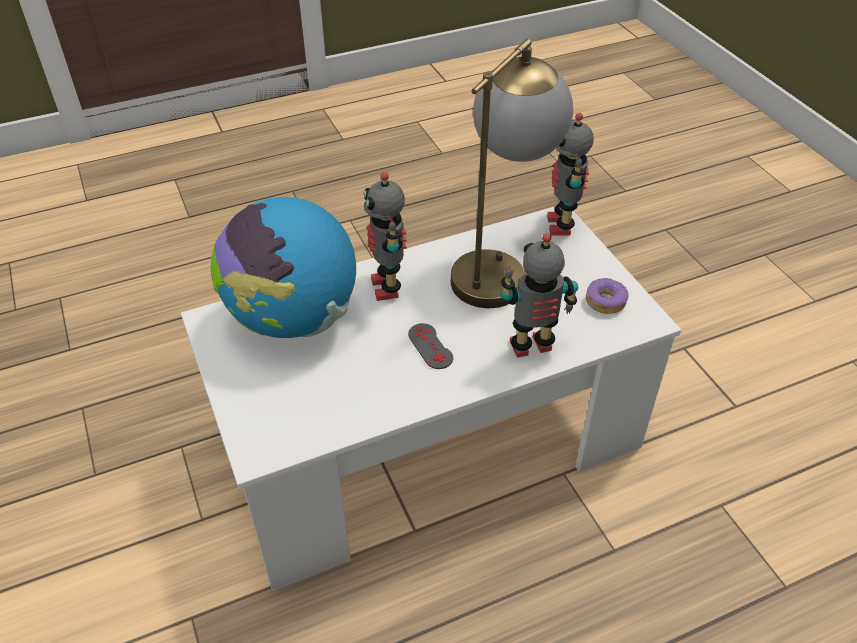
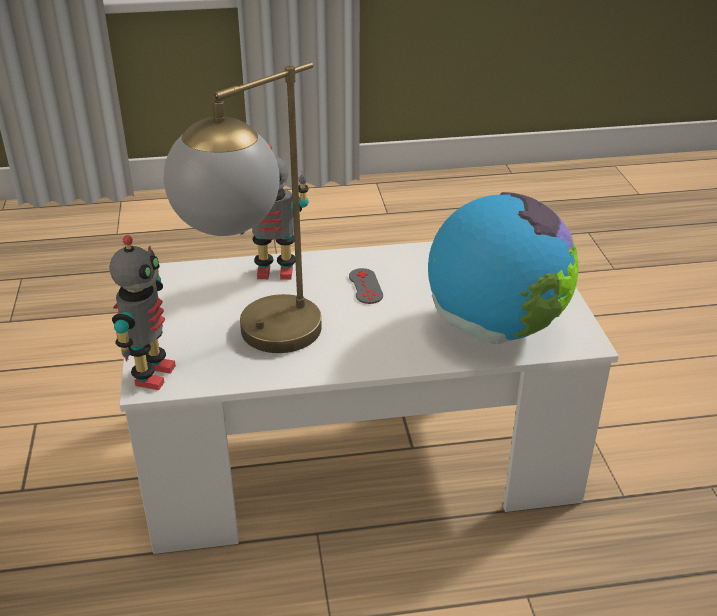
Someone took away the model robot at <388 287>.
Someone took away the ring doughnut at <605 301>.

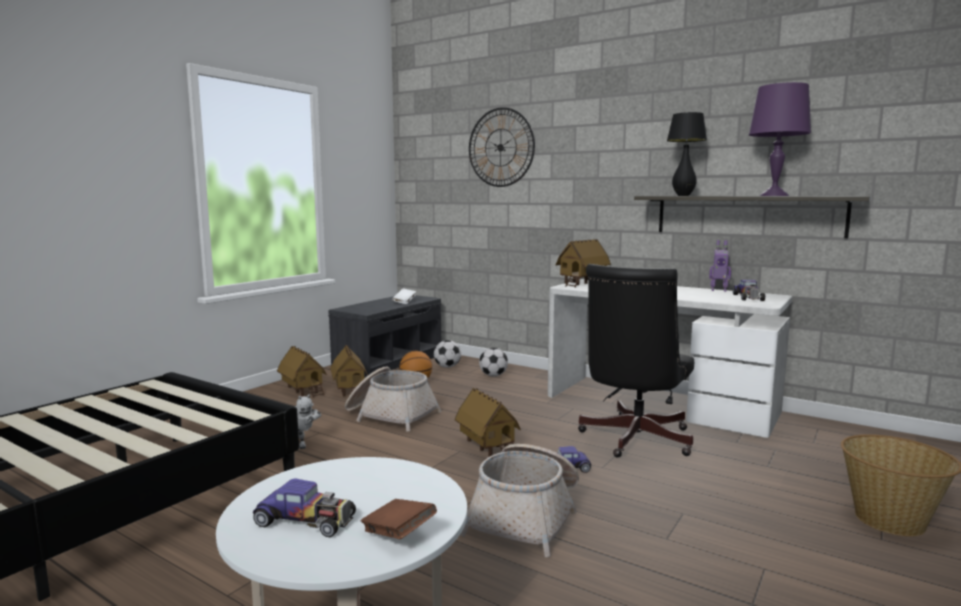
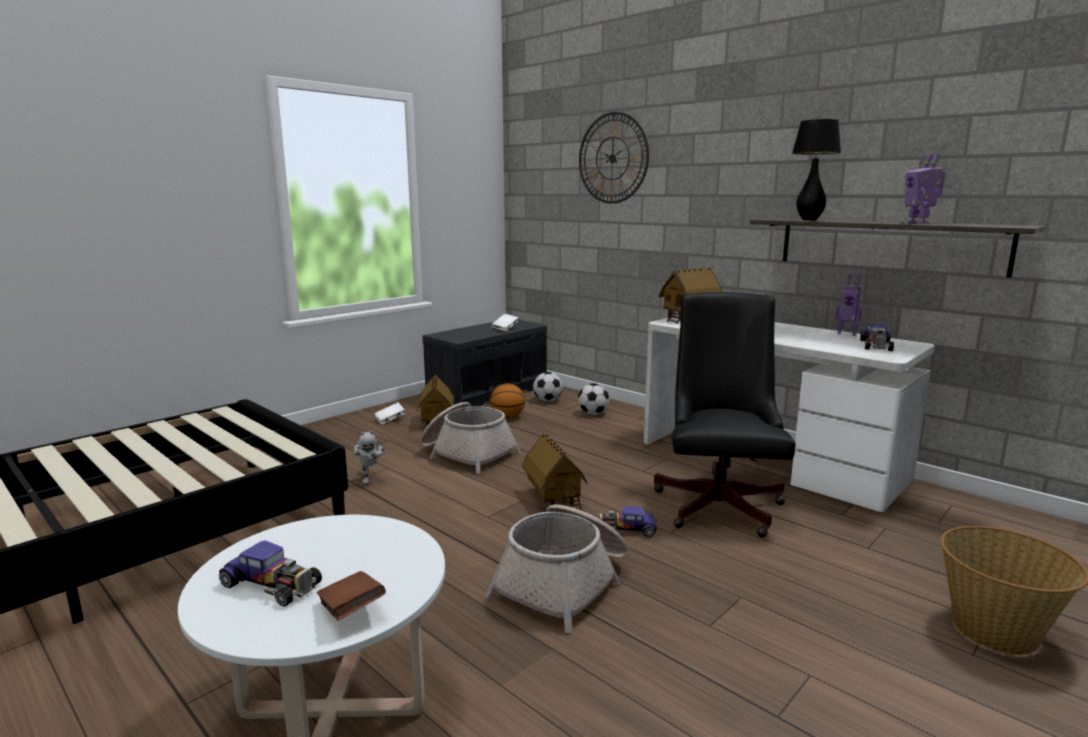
Someone swapped the toy house at <303 391> for the white-coloured book at <390 420>.
Someone rotated the blackish computer chair at <633 440> by 150 degrees clockwise.
Someone swapped the purple-coloured tabletop lamp at <774 195> for the model robot at <918 223>.

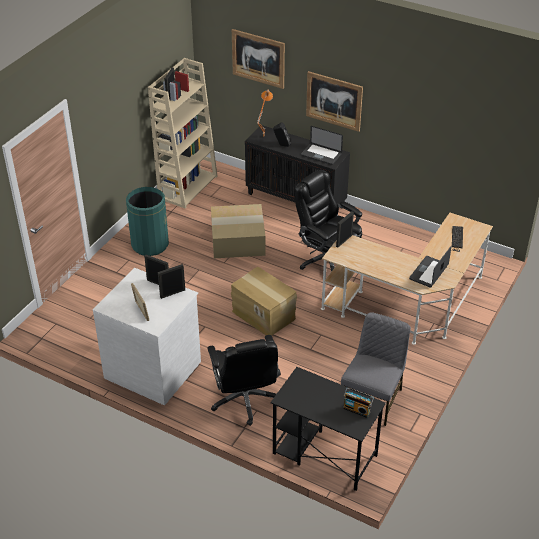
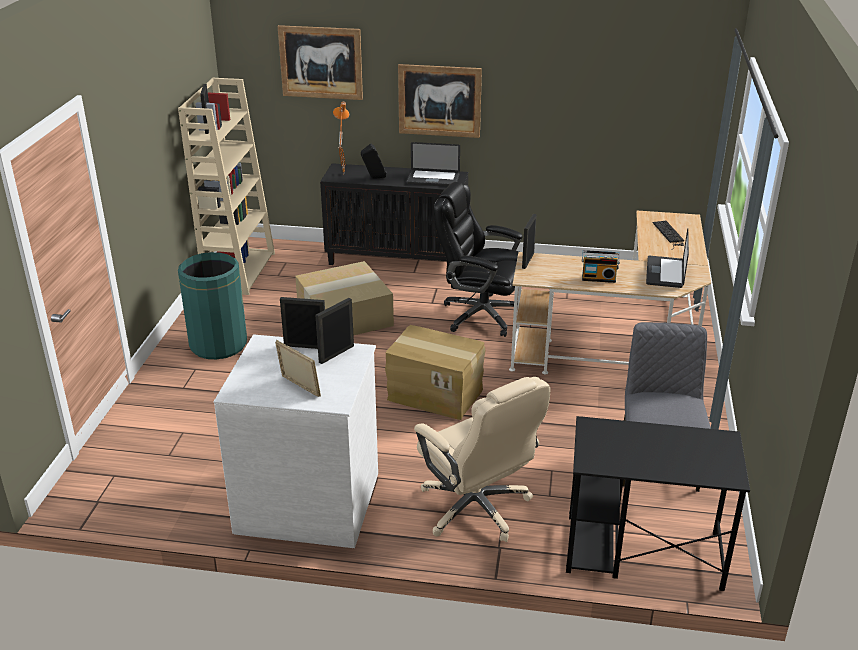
Someone repainted the blackish computer chair at <245 400>, which became the beige-coloured computer chair at <476 508>.
Someone carried the radio from <357 409> to <598 278>.

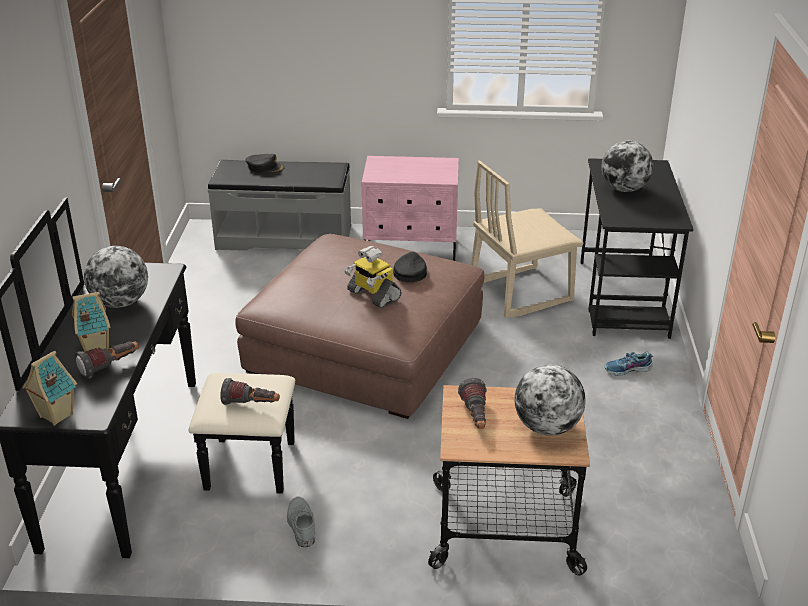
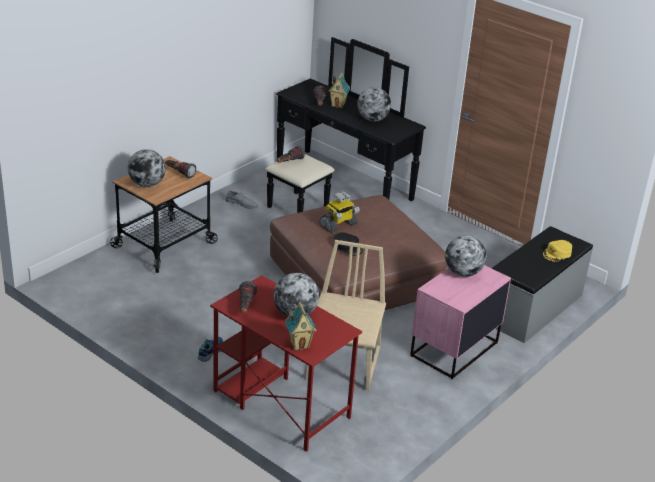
Someone repainted the blackish desk at <623 299>, which became the reddish desk at <280 403>.
Someone put down the hand torch at <245 307>.
Someone carried the toy house from <55 416> to <299 344>.
Someone rotated the model robot at <373 295> by 150 degrees clockwise.
Someone put down the world globe at <463 273>.
Someone repainted the blackish peaked cap at <265 167>, which became the yellowish peaked cap at <557 253>.

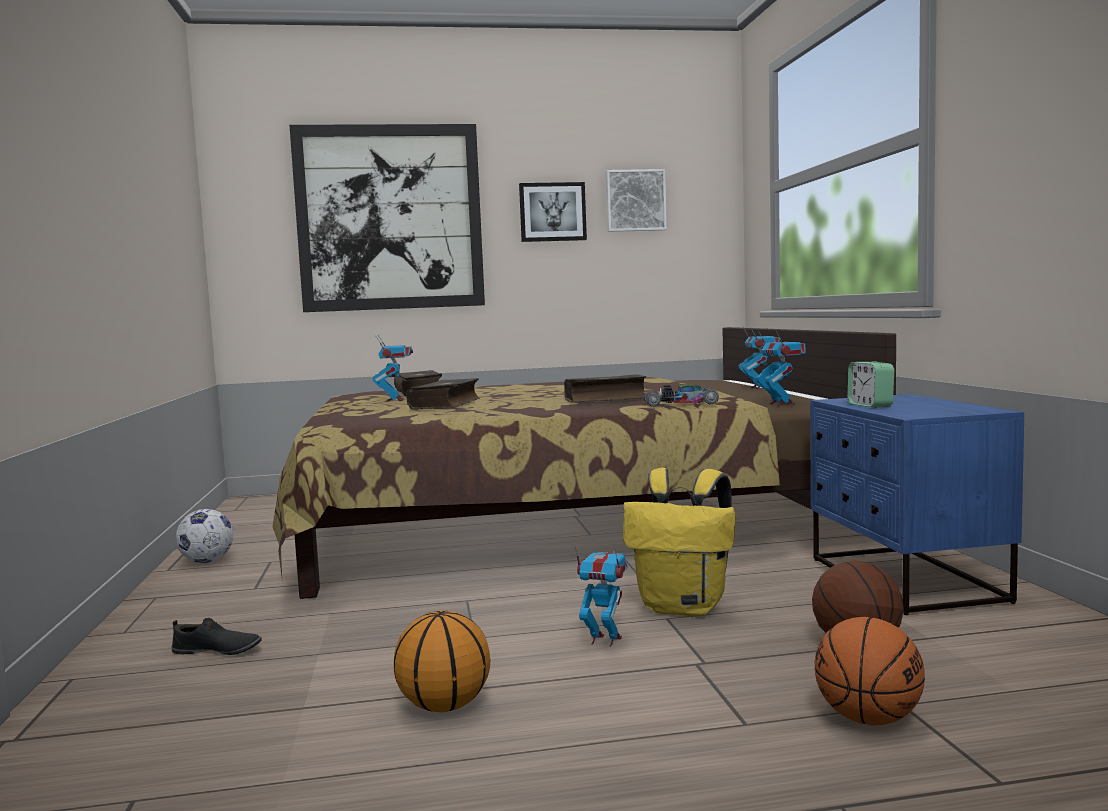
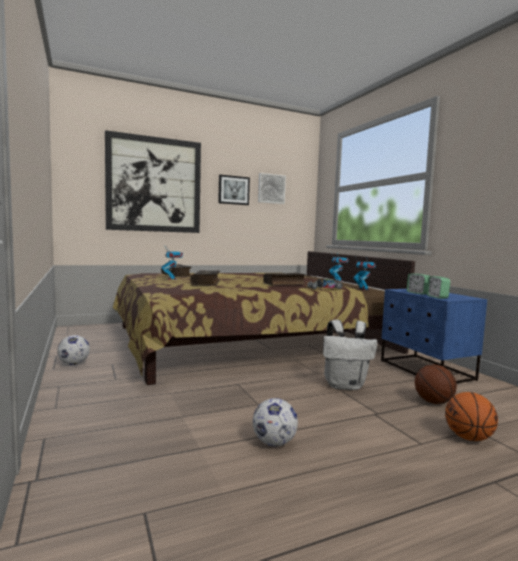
Someone swapped the basketball ball at <443 706> for the football ball at <274 443>.
Someone repainted the yellowish knapsack at <684 607>, which became the white-coloured knapsack at <345 385>.
Someone put down the alarm clock at <437 297>.
Someone took away the blackish shoe at <217 651>.
Someone took away the model robot at <604 640>.

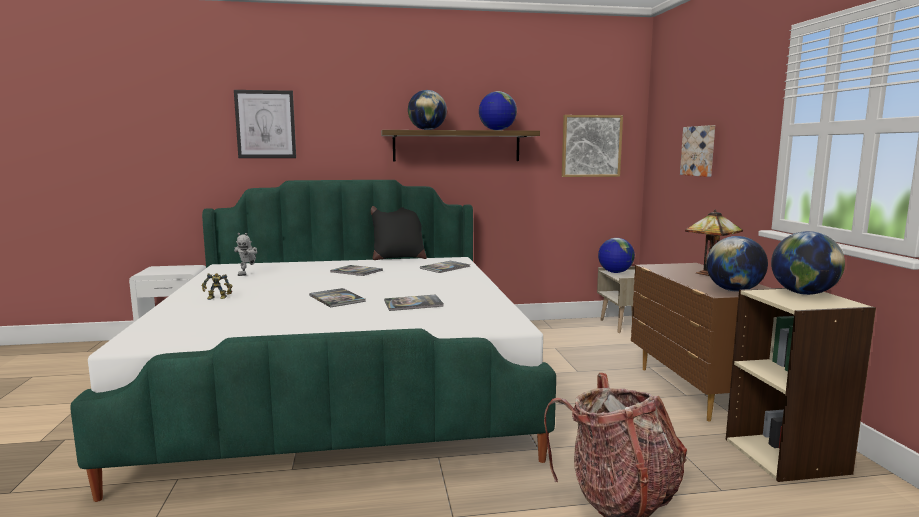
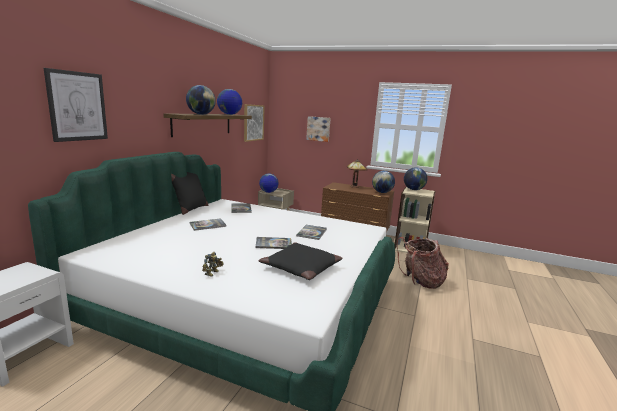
Someone put down the blackish throw pillow at <300 268>.
Someone took away the model robot at <248 274>.

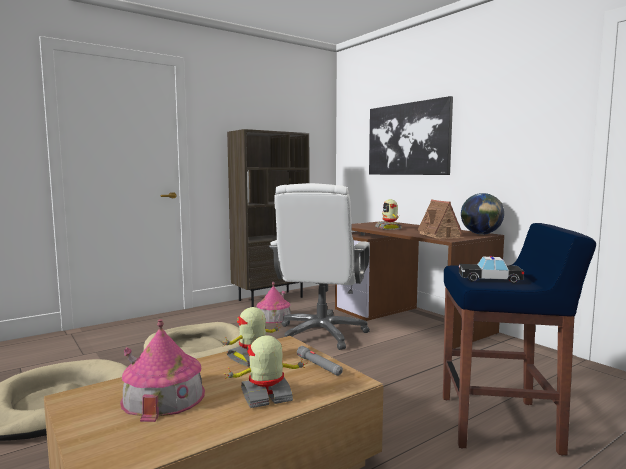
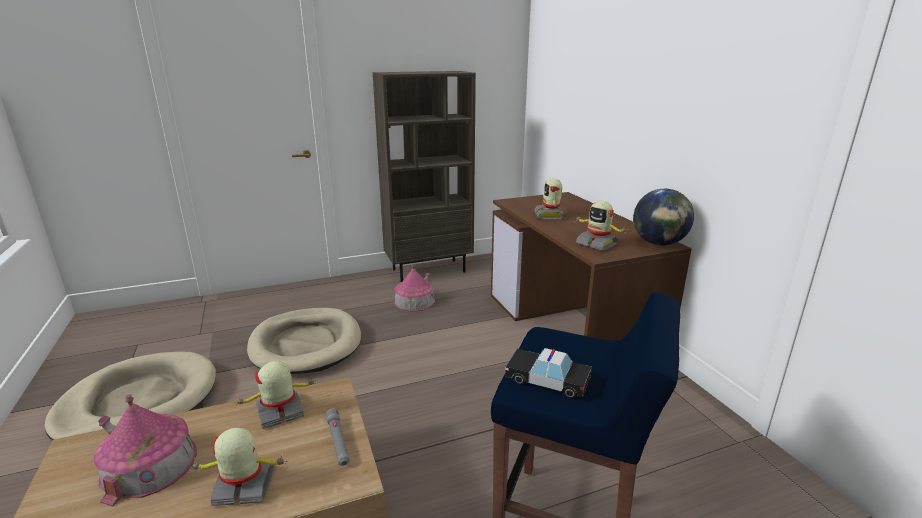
Someone swapped the toy house at <440 236> for the model robot at <597 244>.
Someone took away the white-coloured computer chair at <321 334>.
Someone took away the wall art at <408 139>.

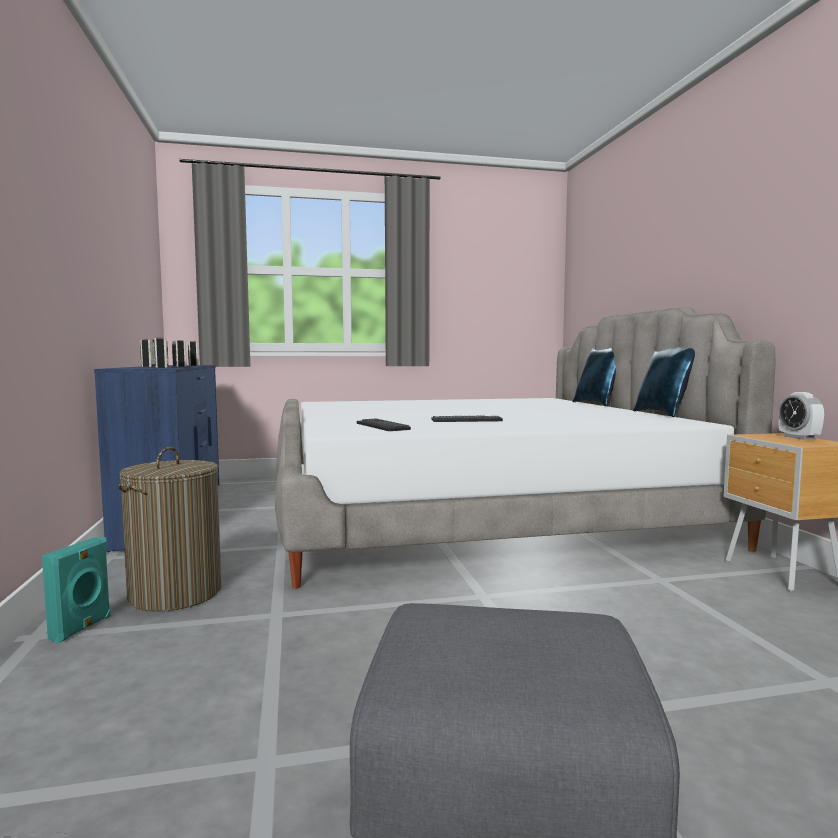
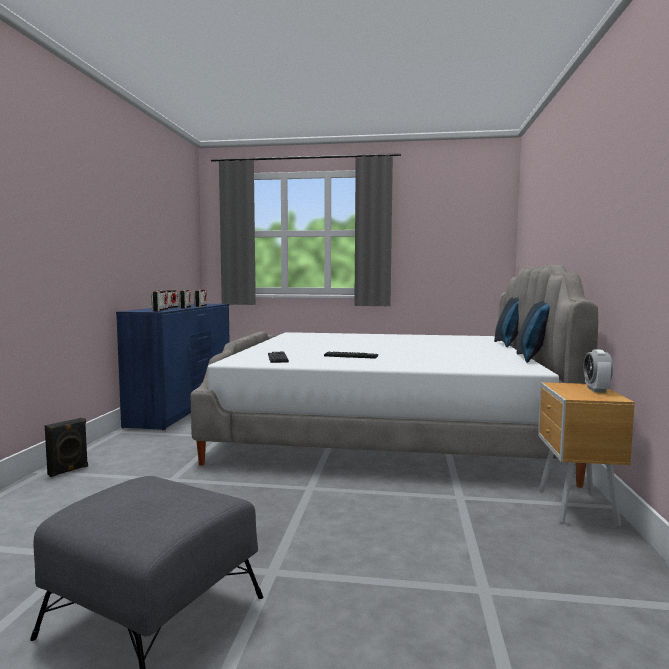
Someone repainted the turquoise loudspeaker at <82 628>, which became the blackish loudspeaker at <68 471>.
Someone took away the laundry basket at <176 593>.

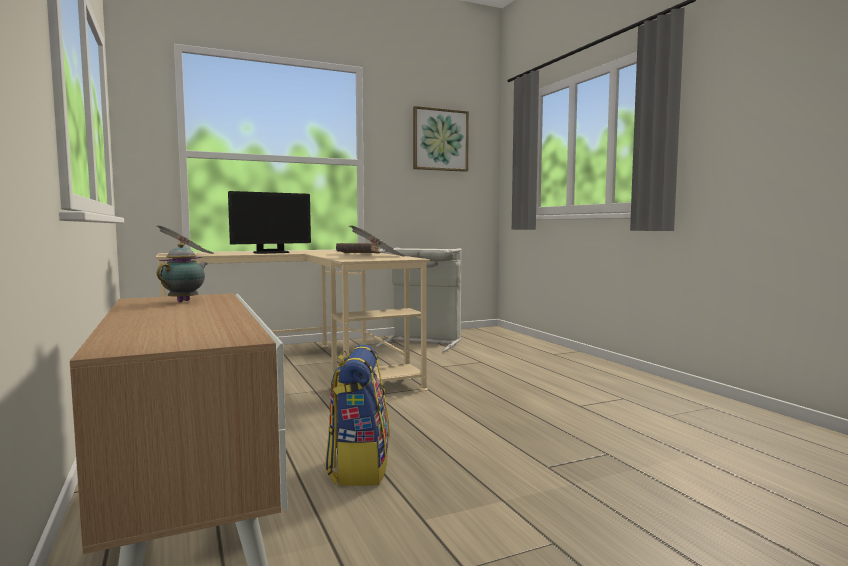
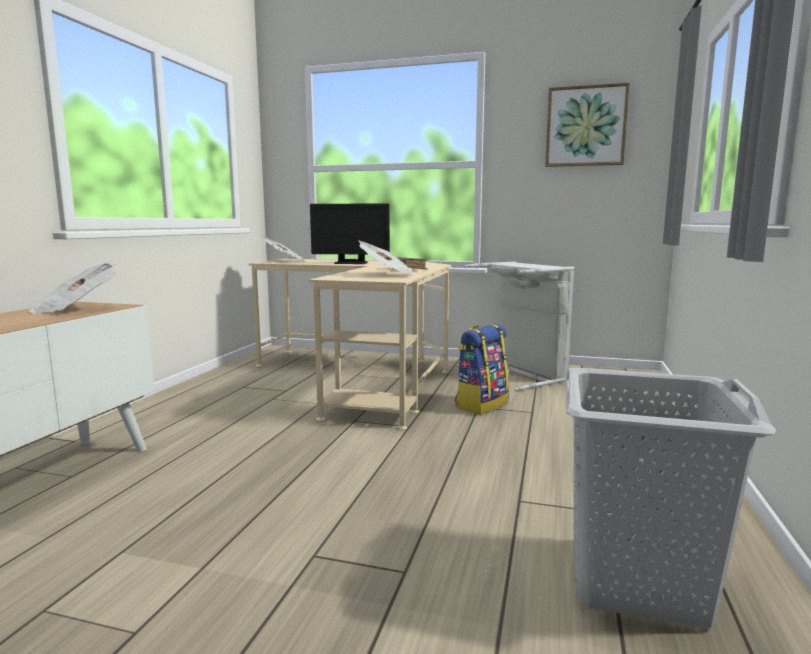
Someone swapped the tea pot at <185 301> for the daily paper at <76 309>.
Someone carried the knapsack from <358 467> to <481 404>.
Someone put down the grey laundry basket at <637 581>.

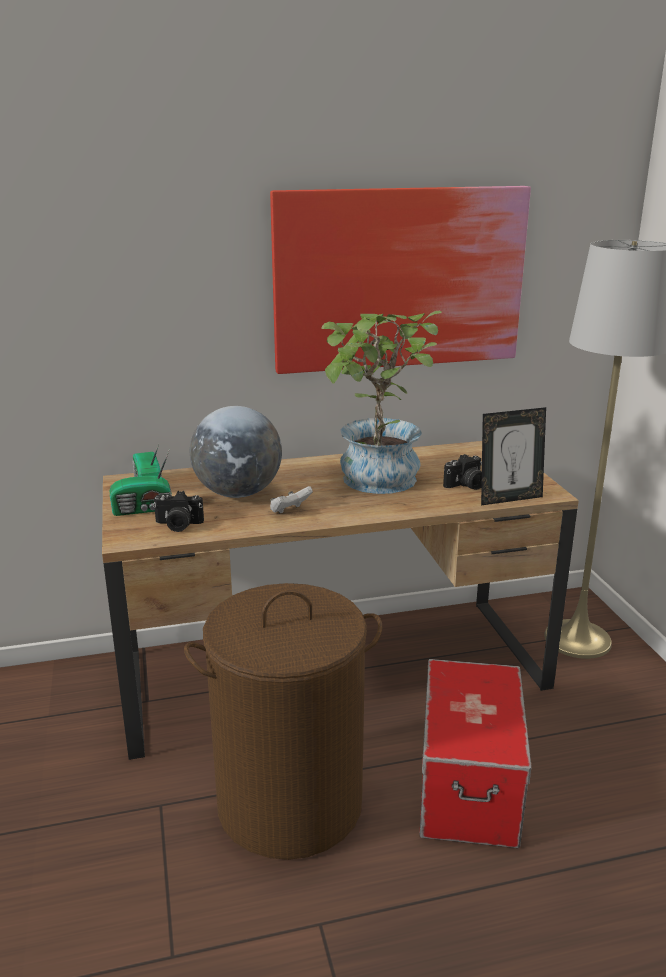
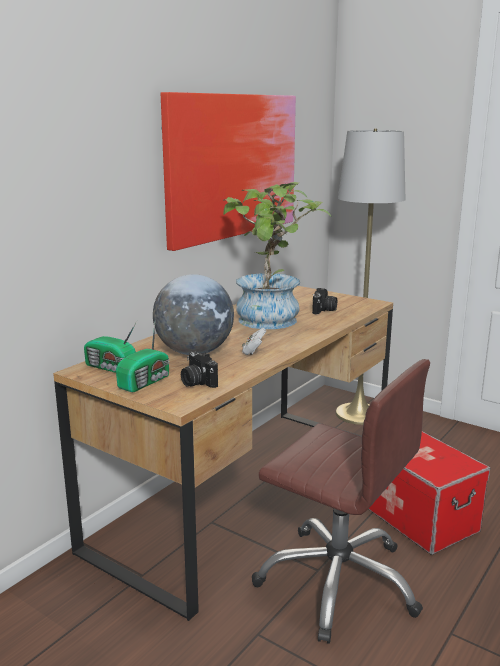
Someone rotated the photo camera at <178 525> by 90 degrees clockwise.
Someone swapped the brownish laundry basket at <289 804> for the brownish computer chair at <338 581>.
Someone took away the photo frame at <509 498>.

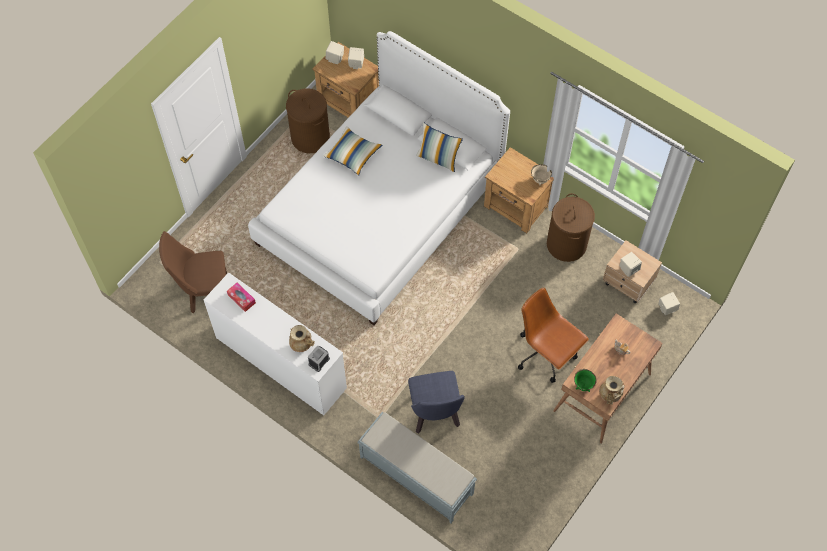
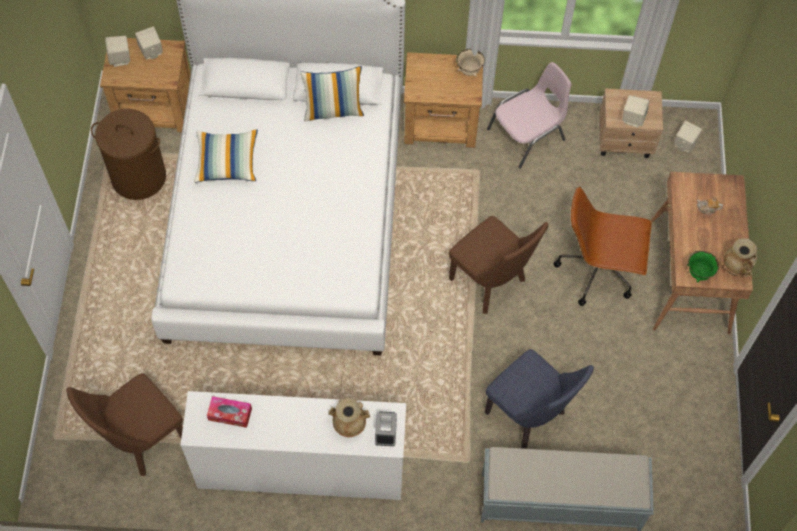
Someone put down the brownish chair at <491 284>.
Someone swapped the brownish laundry basket at <566 244> for the pink chair at <527 135>.

